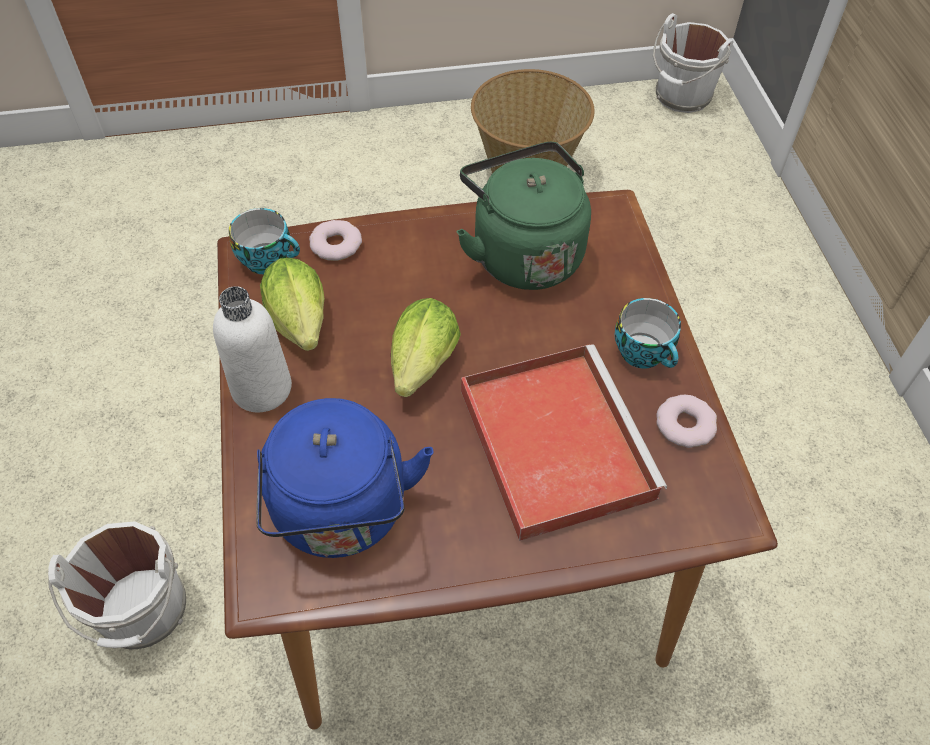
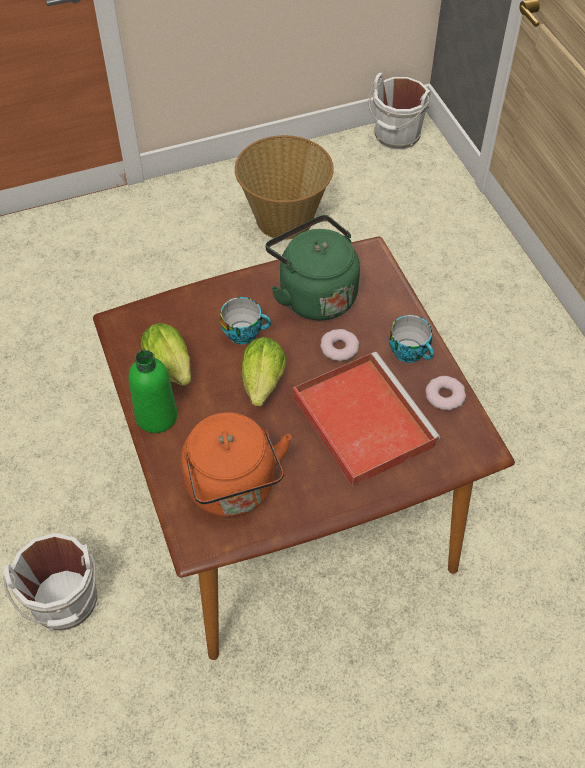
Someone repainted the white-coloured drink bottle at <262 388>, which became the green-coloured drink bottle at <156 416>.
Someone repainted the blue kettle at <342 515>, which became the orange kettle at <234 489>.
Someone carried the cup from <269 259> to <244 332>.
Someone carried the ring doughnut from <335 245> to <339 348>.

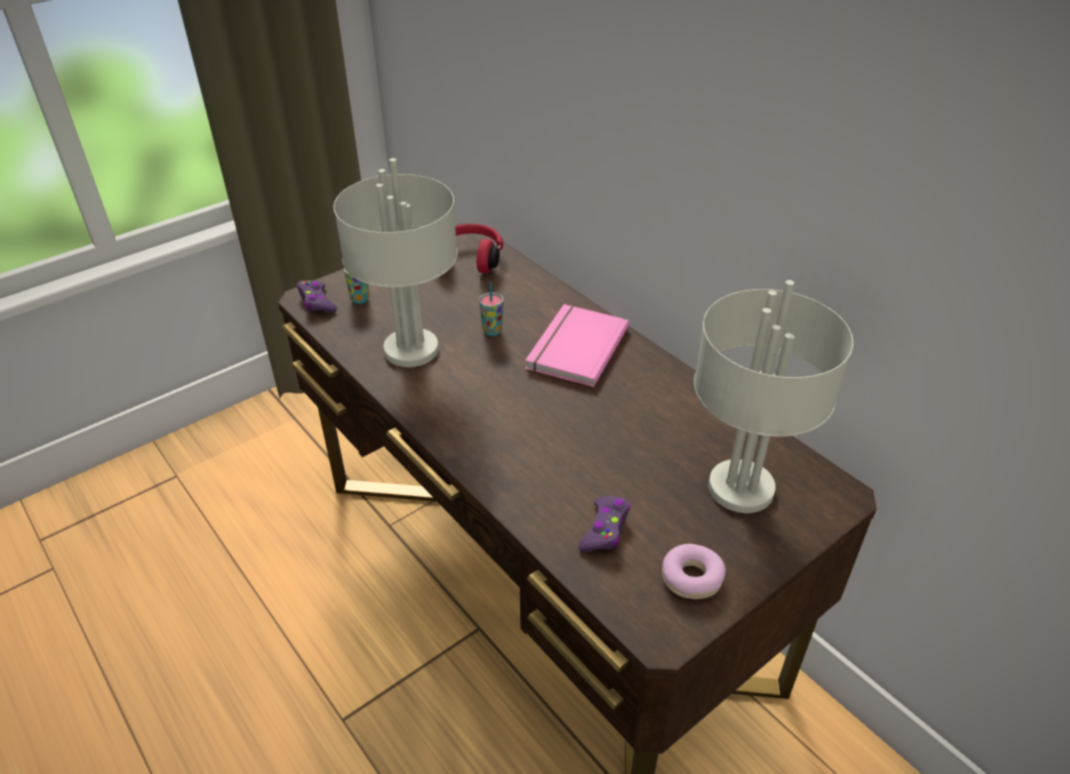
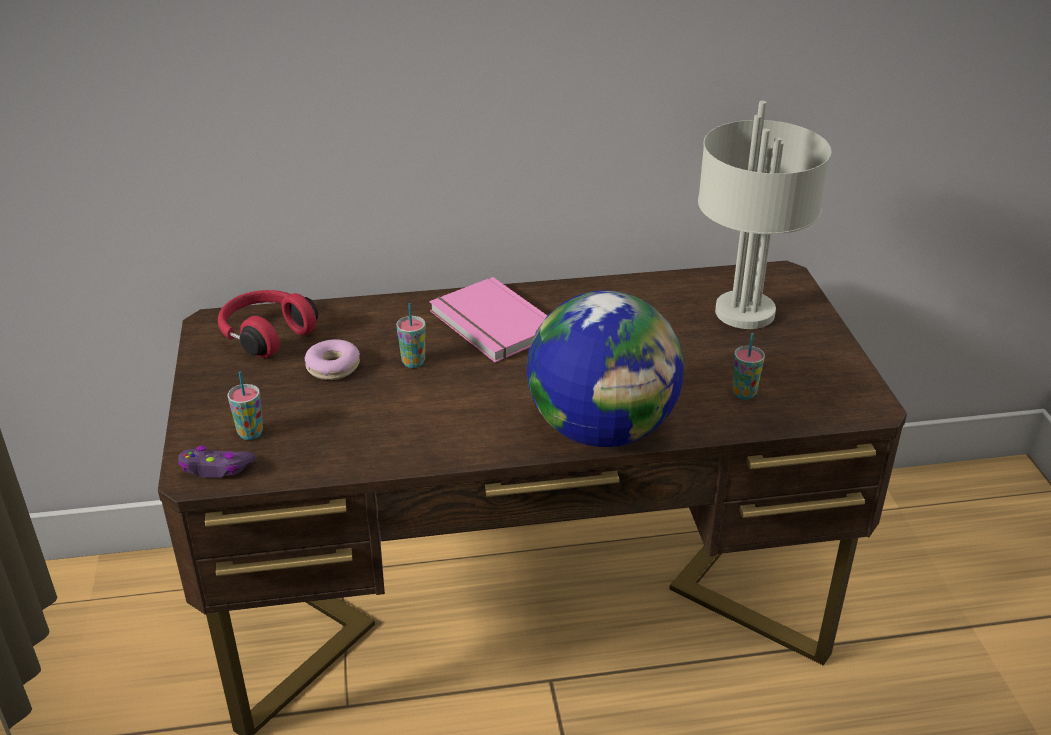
Someone carried the ring doughnut from <692 578> to <333 367>.
Someone put down the world globe at <602 429>.
Someone swapped the purple-coloured gamepad at <605 529> for the cup at <744 393>.
Someone took away the grey tabletop lamp at <412 350>.

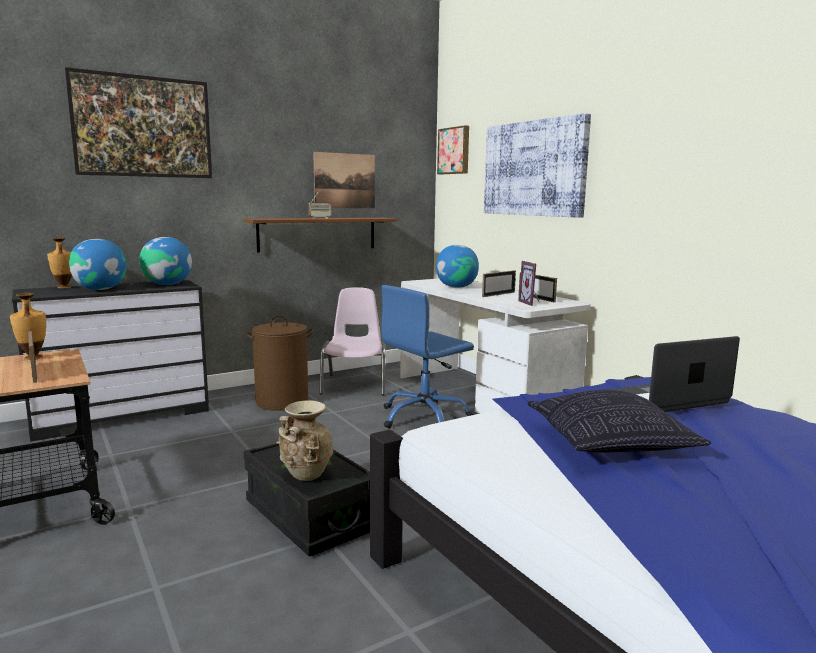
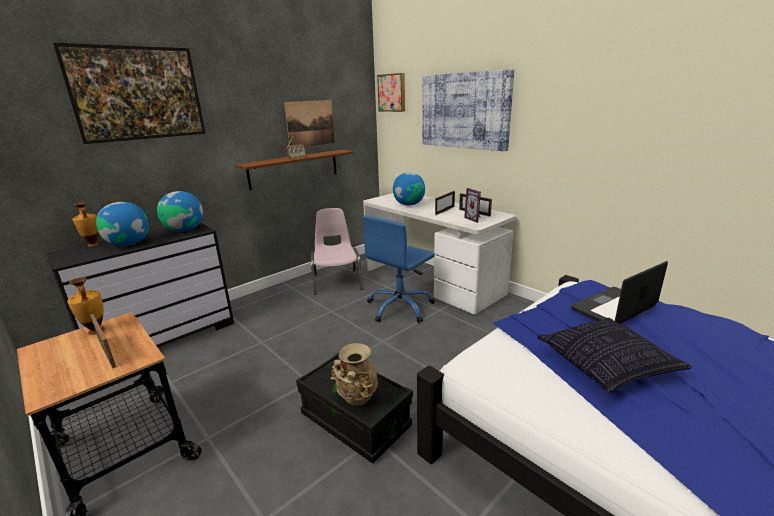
Someone took away the brownish laundry basket at <282 401>.

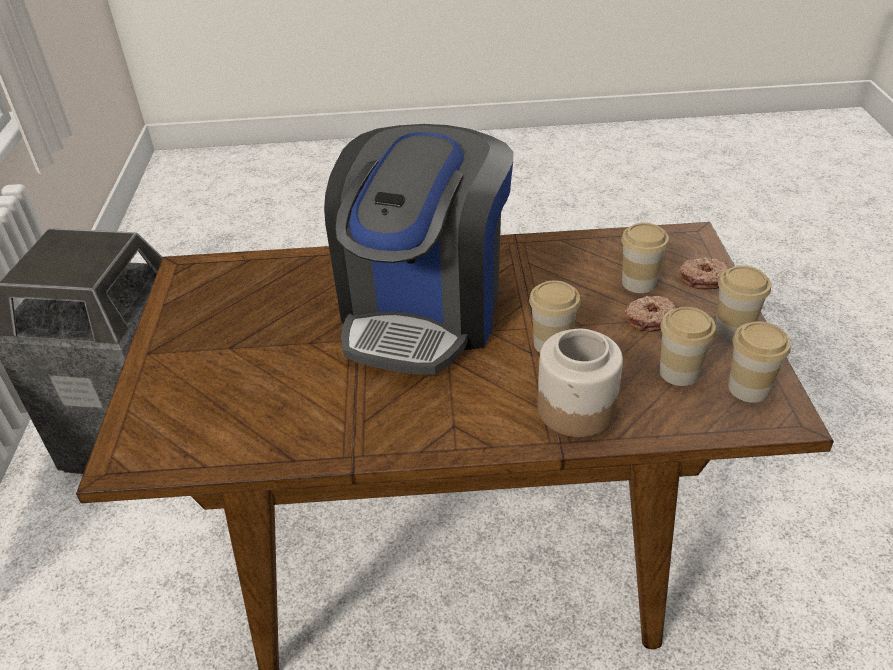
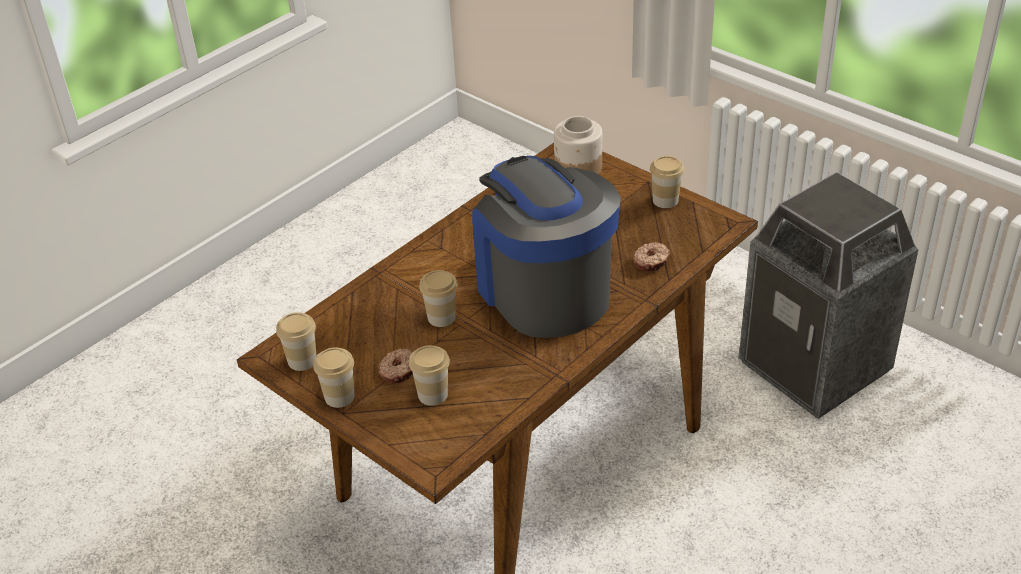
Someone carried the jar from <577 409> to <578 168>.
Someone carried the ring doughnut from <703 279> to <651 261>.
Someone carried the cup from <679 372> to <665 200>.

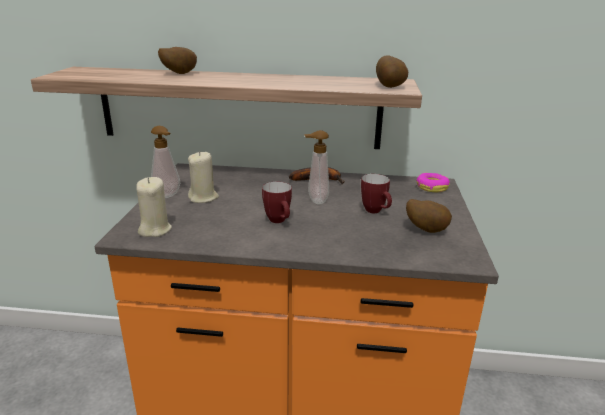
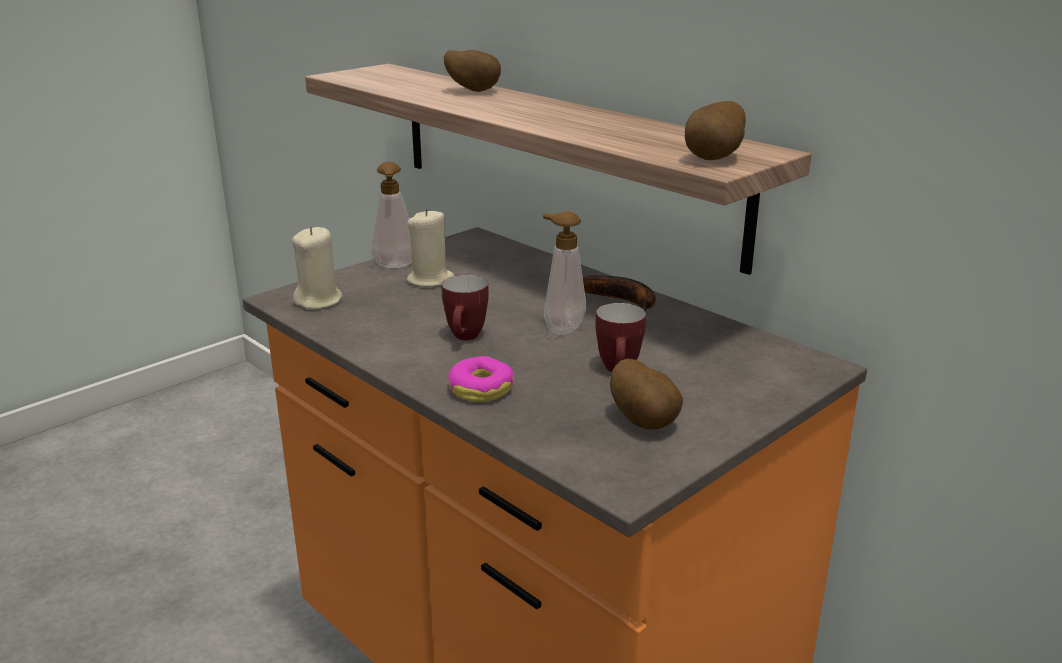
Someone carried the ring doughnut from <432 187> to <481 389>.

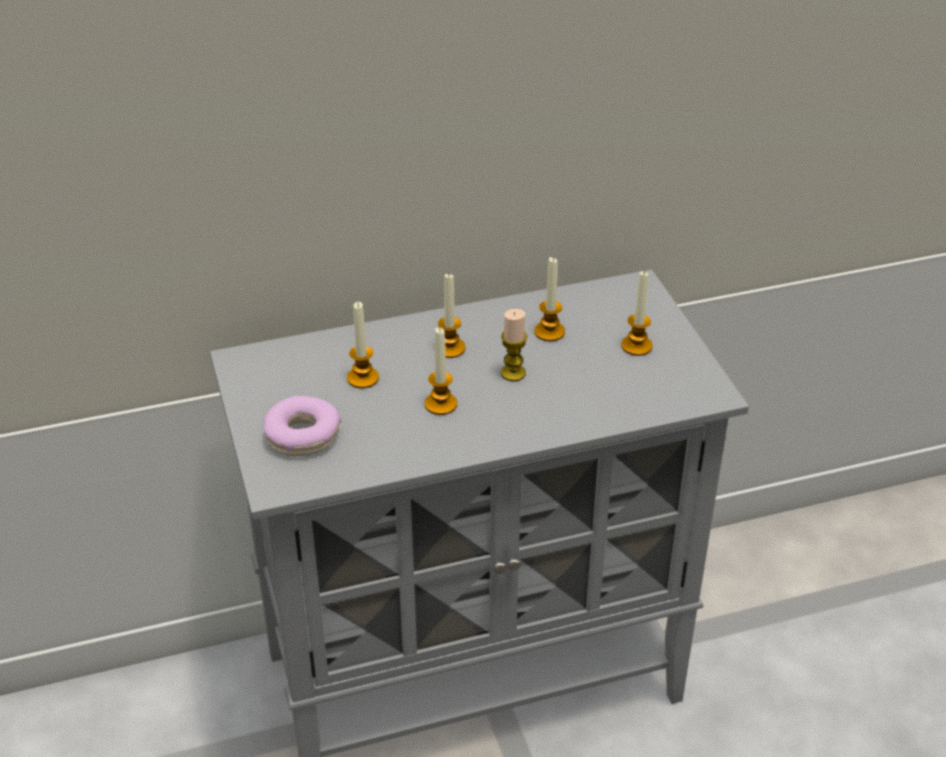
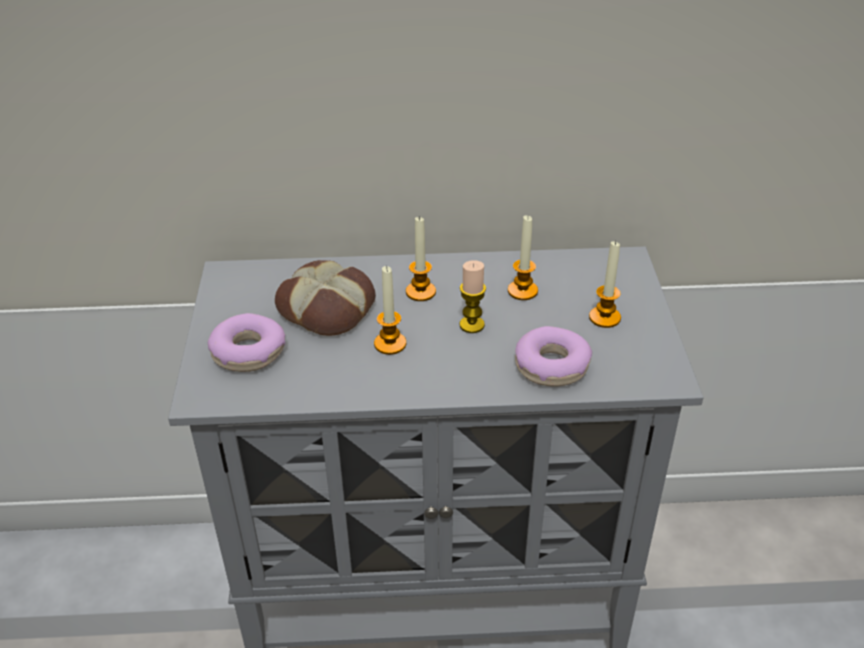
Someone swapped the wax candle at <363 378> for the bakery bread at <328 307>.
Someone put down the ring doughnut at <552 366>.

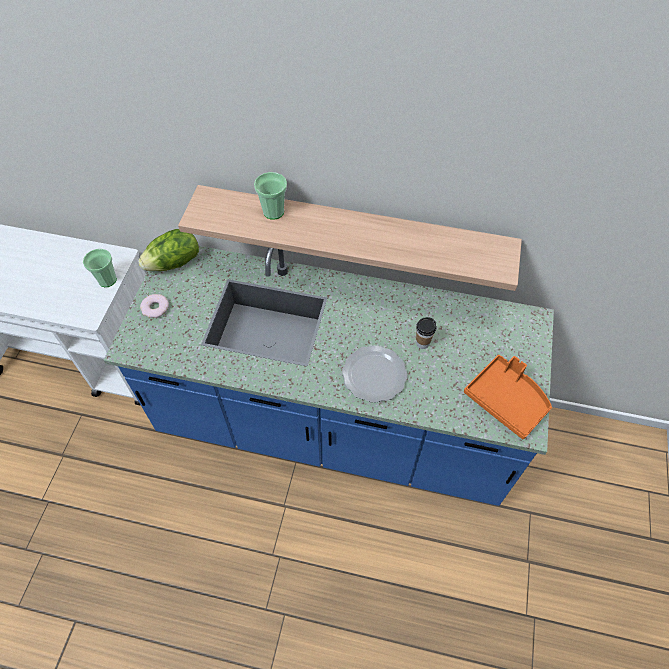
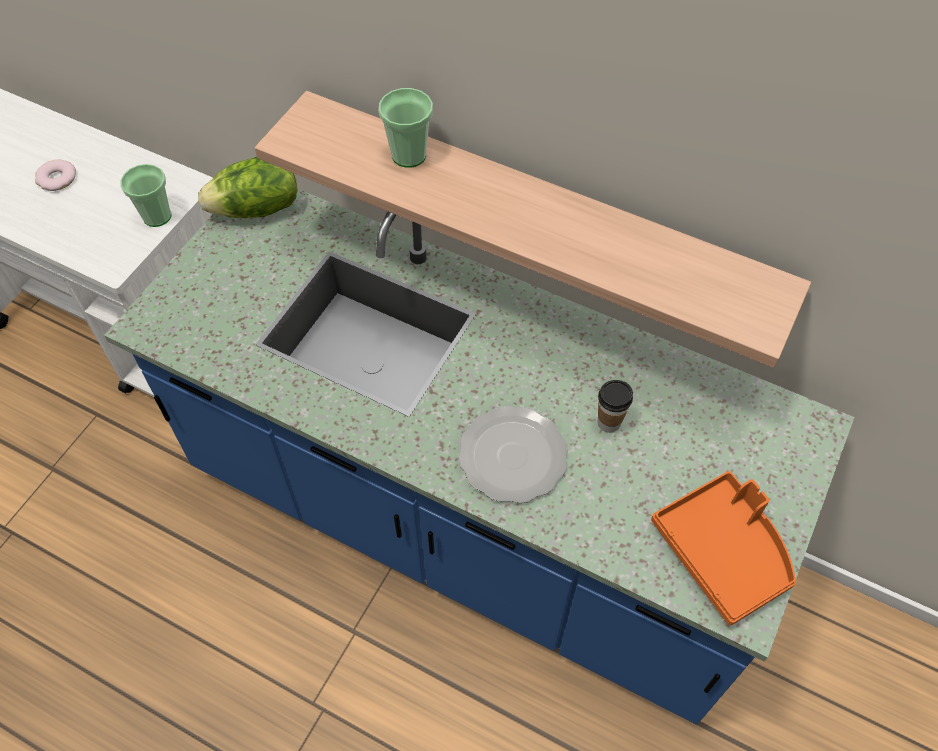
Someone carried the ring doughnut from <155 308> to <57 179>.

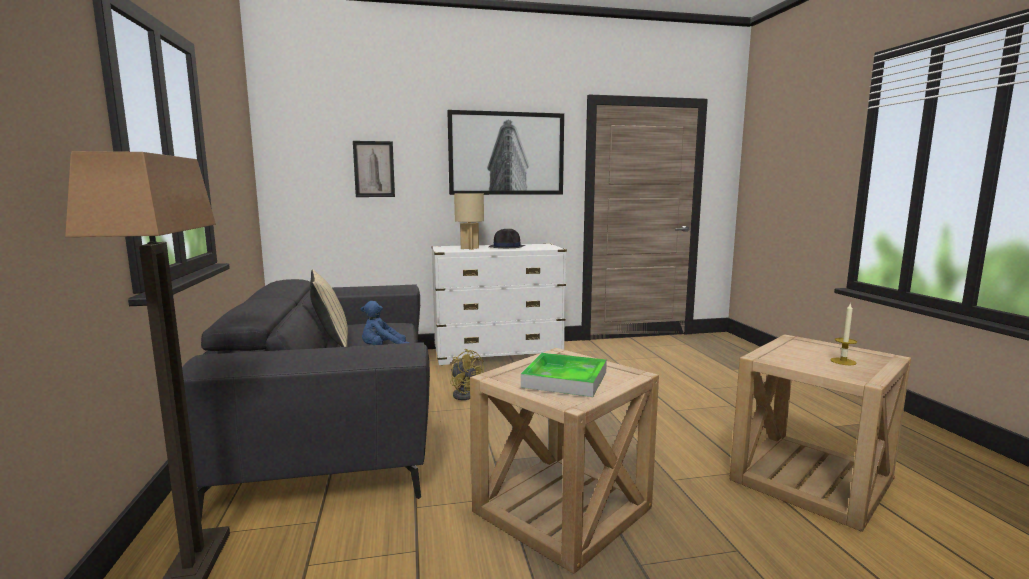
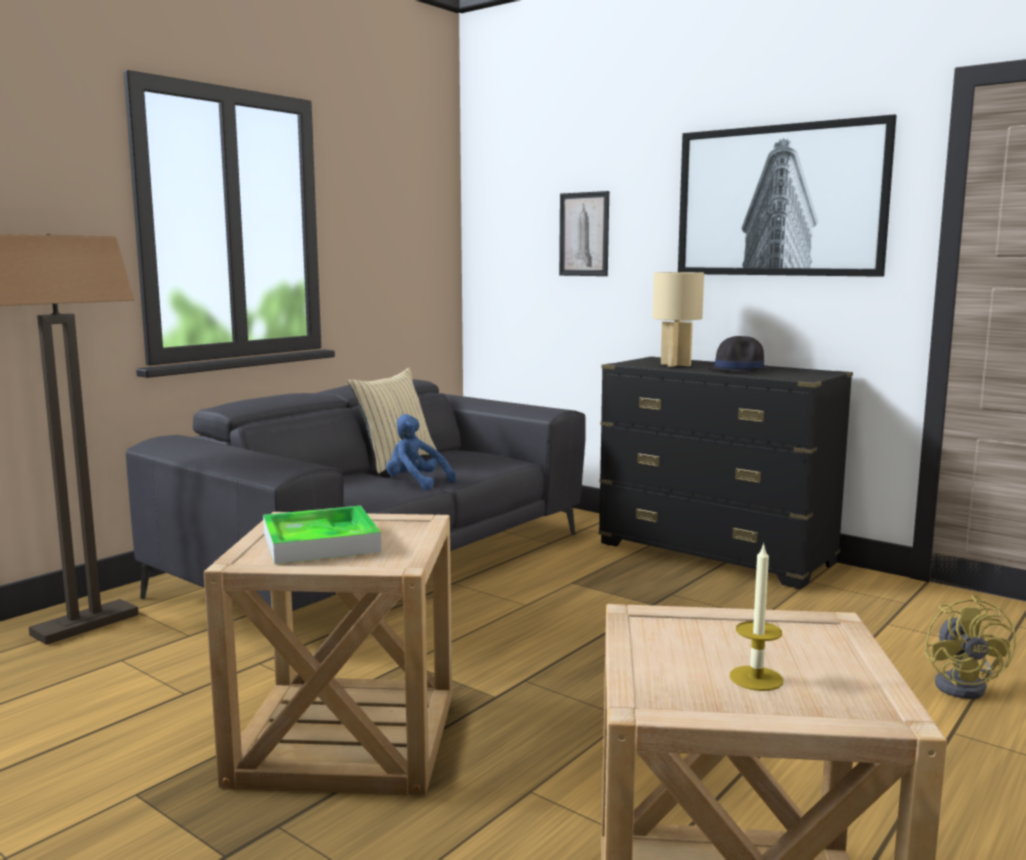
Someone repainted the white-coloured drawer chest at <498 353>, which became the blackish drawer chest at <715 554>.
Someone carried the yellowish cooling fan from <464 394> to <965 685>.

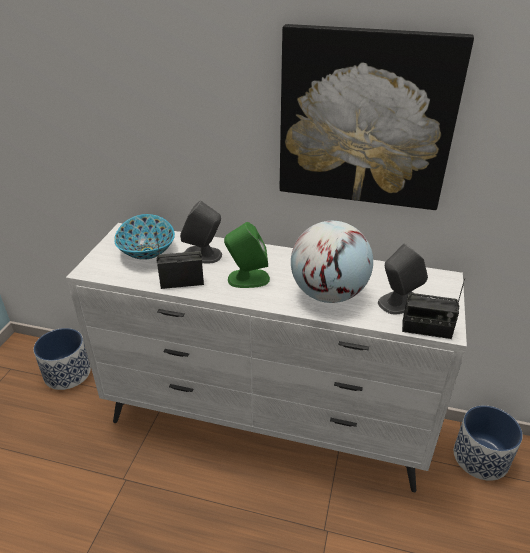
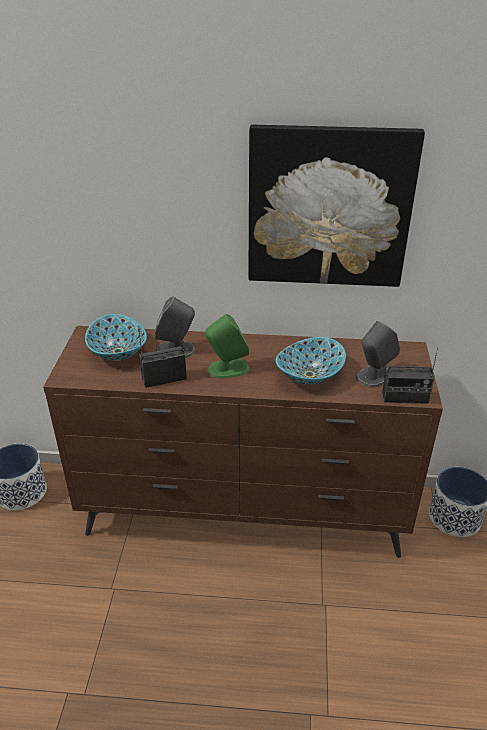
Someone repainted the white-coloured drawer chest at <266 423>, which became the brownish drawer chest at <245 514>.
Someone swapped the world globe at <328 294> for the bowl at <308 375>.

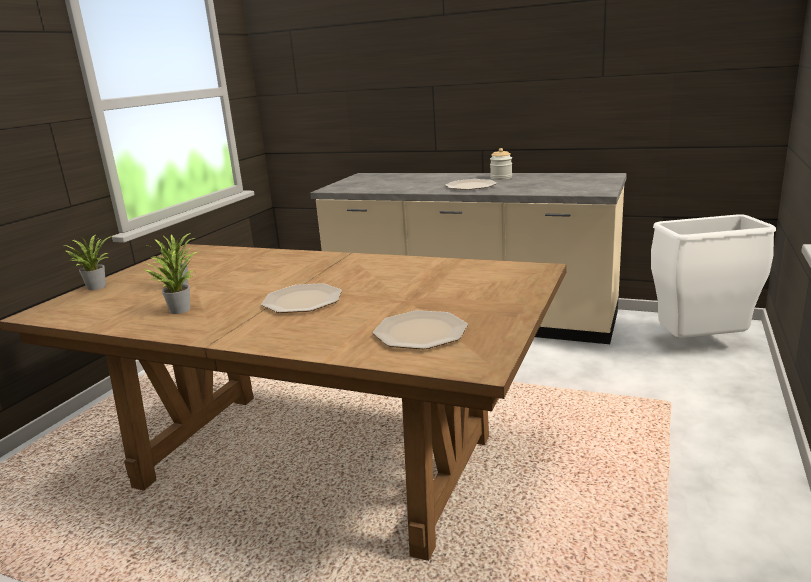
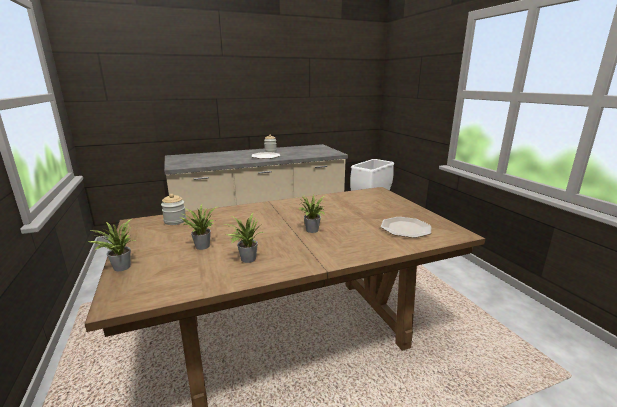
Someone put down the jar at <175 221>.
Someone swapped the dinner plate at <303 300> for the plant in a pot at <312 231>.

